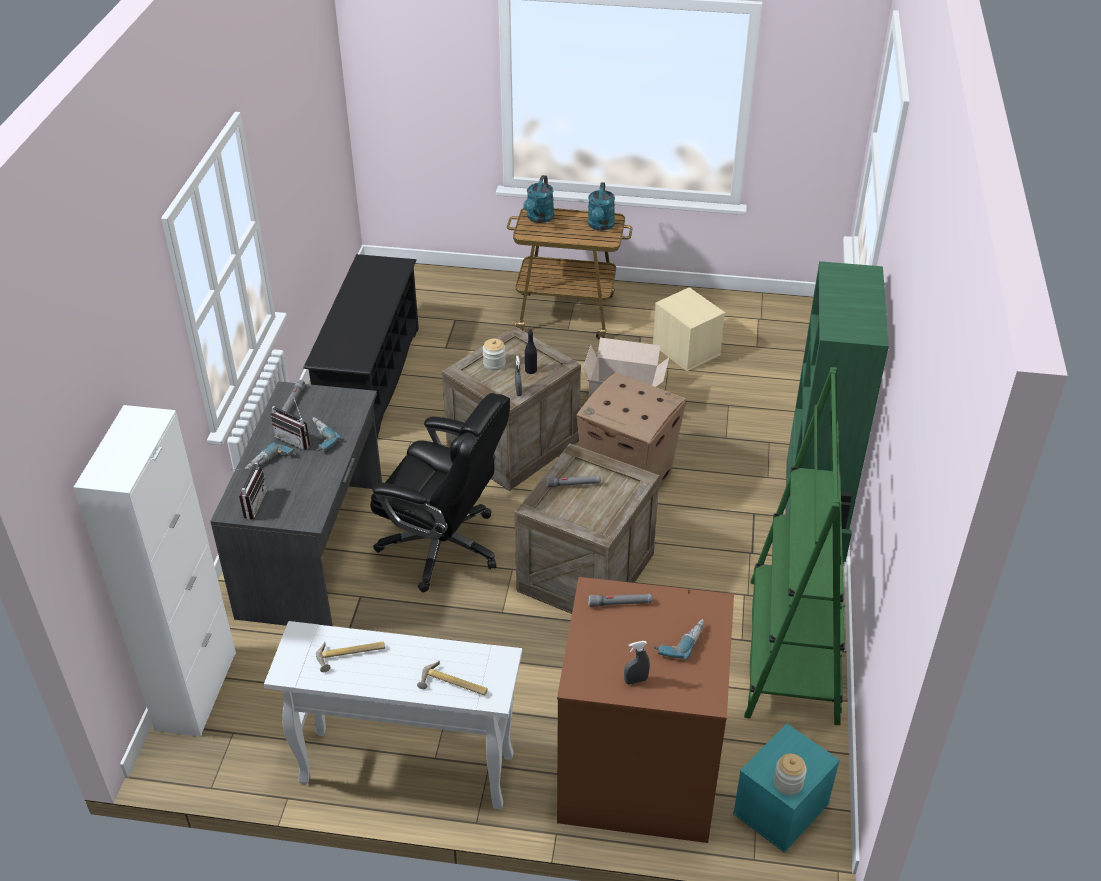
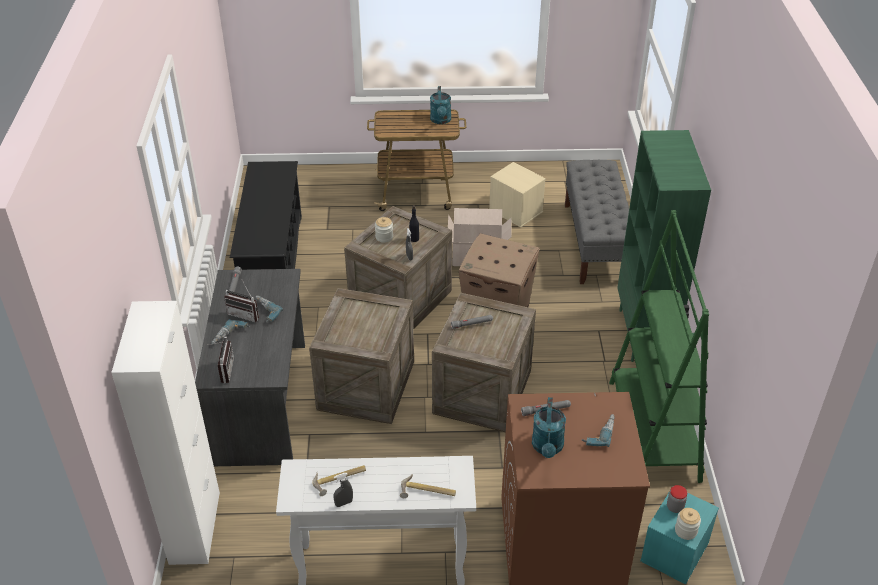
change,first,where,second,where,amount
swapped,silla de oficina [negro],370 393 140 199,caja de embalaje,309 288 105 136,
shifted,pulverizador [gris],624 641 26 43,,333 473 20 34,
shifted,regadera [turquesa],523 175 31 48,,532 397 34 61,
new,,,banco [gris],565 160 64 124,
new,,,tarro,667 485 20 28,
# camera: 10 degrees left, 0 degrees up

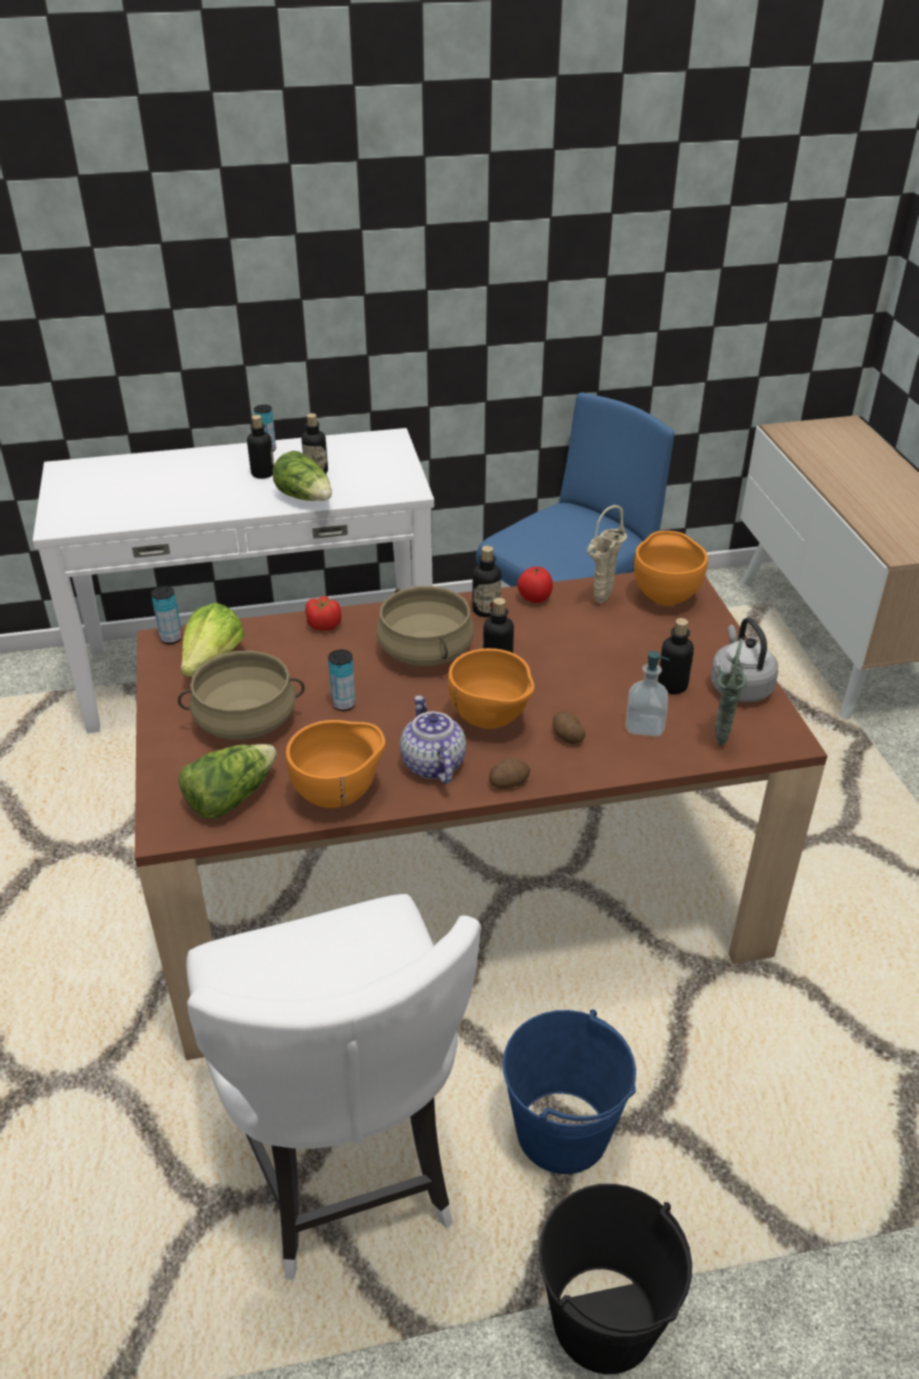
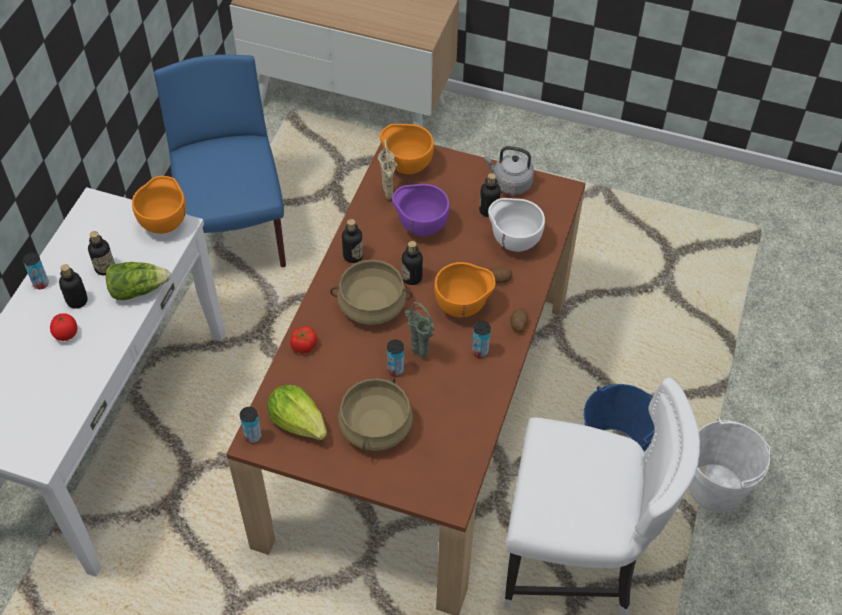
change,first,where,second,where,amount
shifted,tomate,517 567 36 36,,50 313 27 28,
shifted,cuenco [naranja],286 720 100 88,,132 176 54 58,
new,,,cuenco [morado],392 184 58 52,
shifted,florero [verde],715 639 32 107,,405 302 29 56,
swapped,tetera,400 696 66 88,lata,472 321 19 37,
swapped,dispensador de jabón,626 651 44 85,cuenco [blanco],488 198 57 54,
repainted,cubo [negro],539 1184 153 190,cubo [blanco],689 418 81 95,
gone,lechuga,178 744 99 74,,,
# camera: 60 degrees left, 15 degrees up

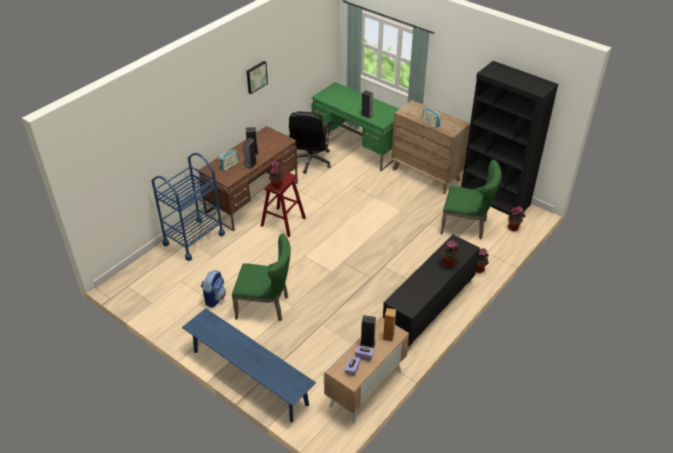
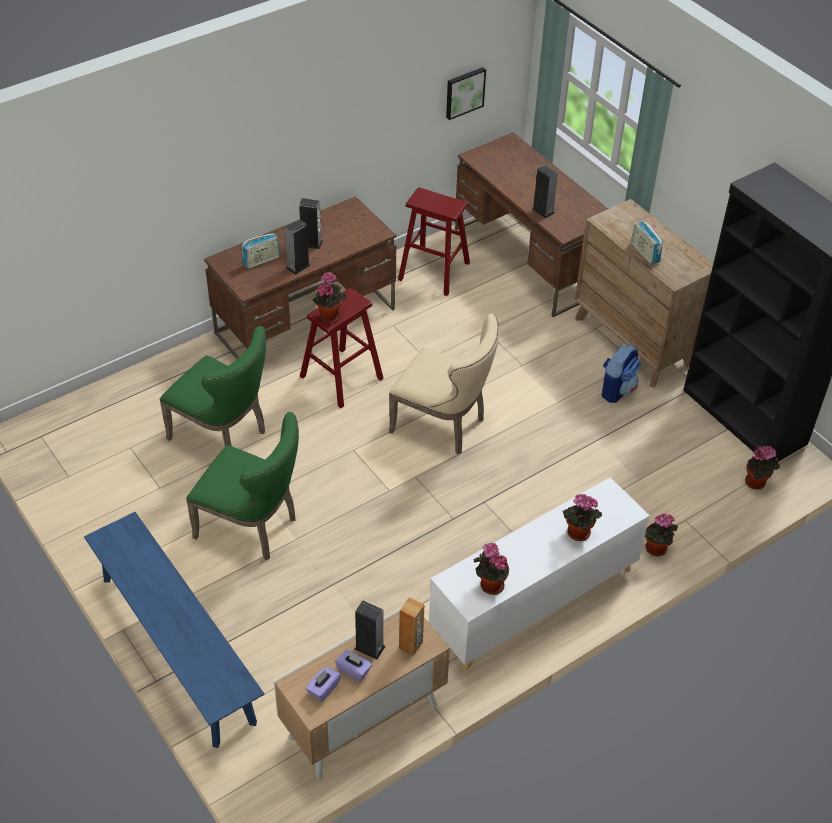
change,first,where,second,where,amount
shifted,silla [verde],440 160 62 79,,160 326 106 120,
new,,,silla [beis],389 314 110 141,
swapped,silla de oficina [negro],289 111 44 63,taburete [rojo],398 188 72 108,
repainted,armario [negro],383 234 97 116,armario [blanco],429 477 221 194,
shifted,cuadro,247 61 21 33,,446 67 40 53,
repainted,escritorio [verde],312 82 87 89,escritorio [marrón],455 132 153 185,
new,,,planta en maceta,474 543 35 52,
shifted,mochila,201 270 25 37,,602 344 38 59,
gone,carrito [azul],152 153 73 108,,,
# camera: 15 degrees right, 5 degrees up

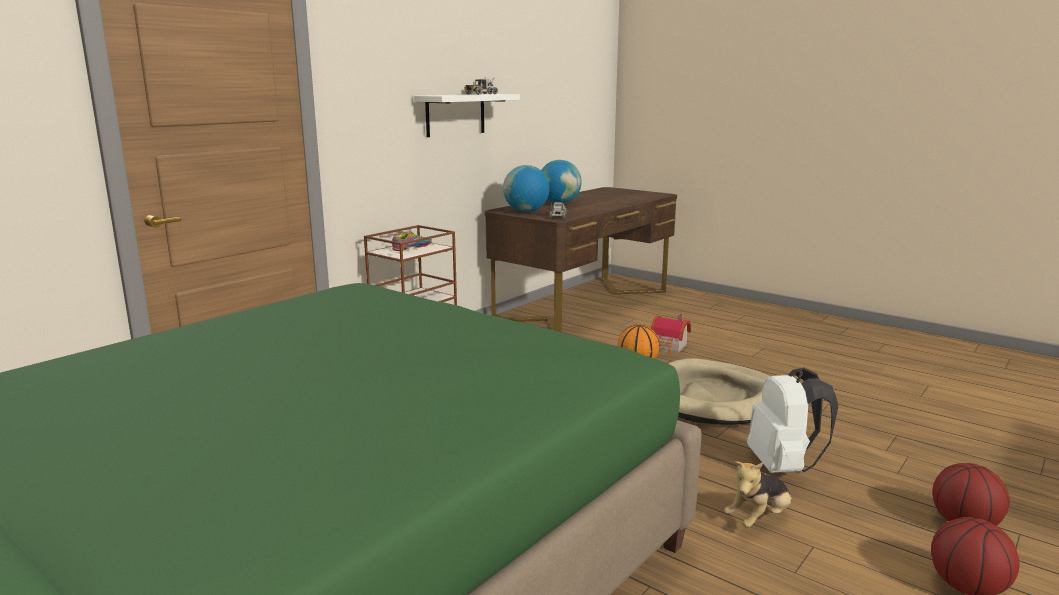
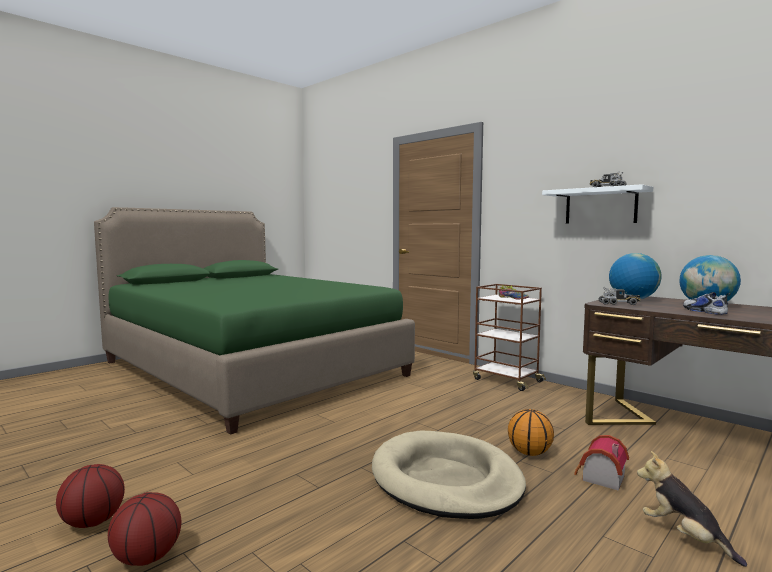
change,first,where,second,where,amount
shifted,peluche,724 461 68 67,,637 451 110 116,
new,,,zapato,683 292 47 23,
gone,mochila [blanco],747 367 91 106,,,
# camera: 95 degrees right, 10 degrees down

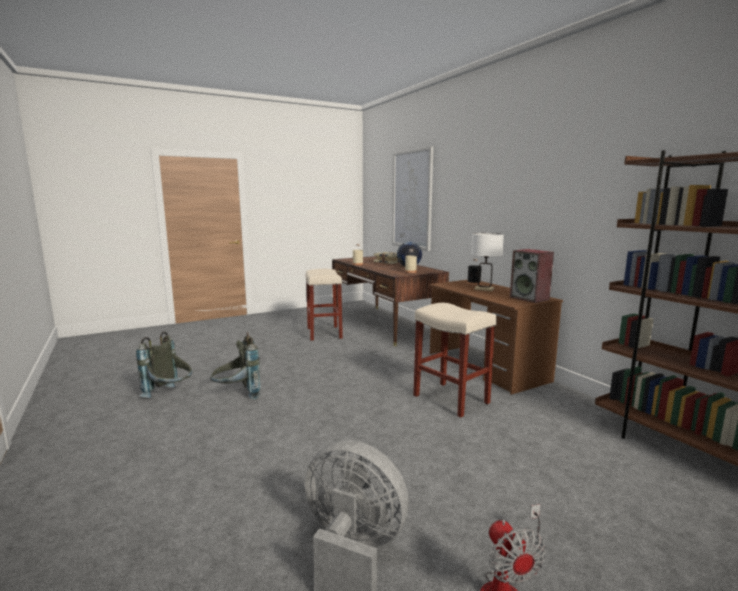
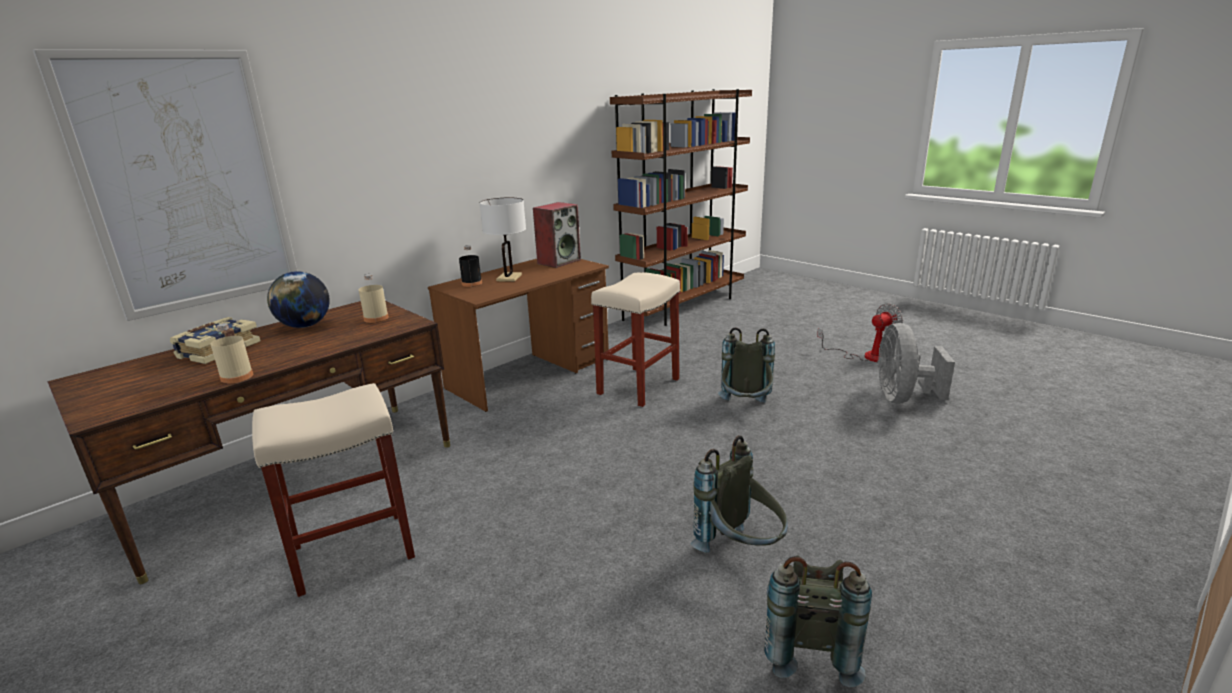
change,first,where,second,where,amount
new,,,mochila [gris],718 327 57 76,
# camera: 105 degrees left, 10 degrees up

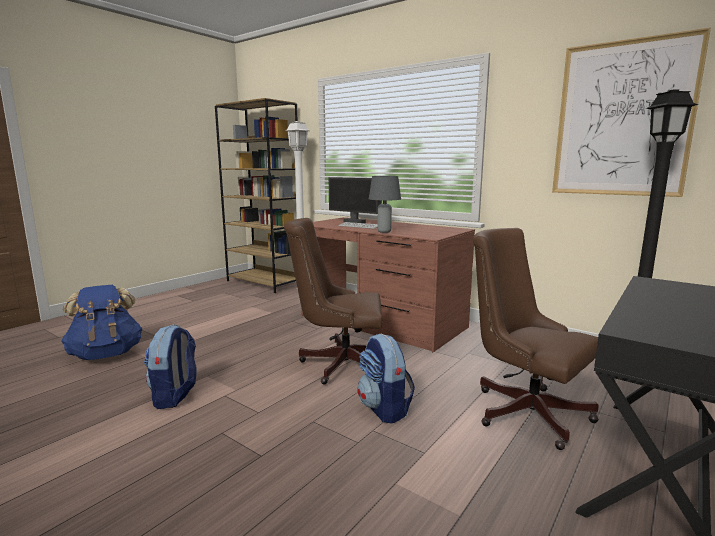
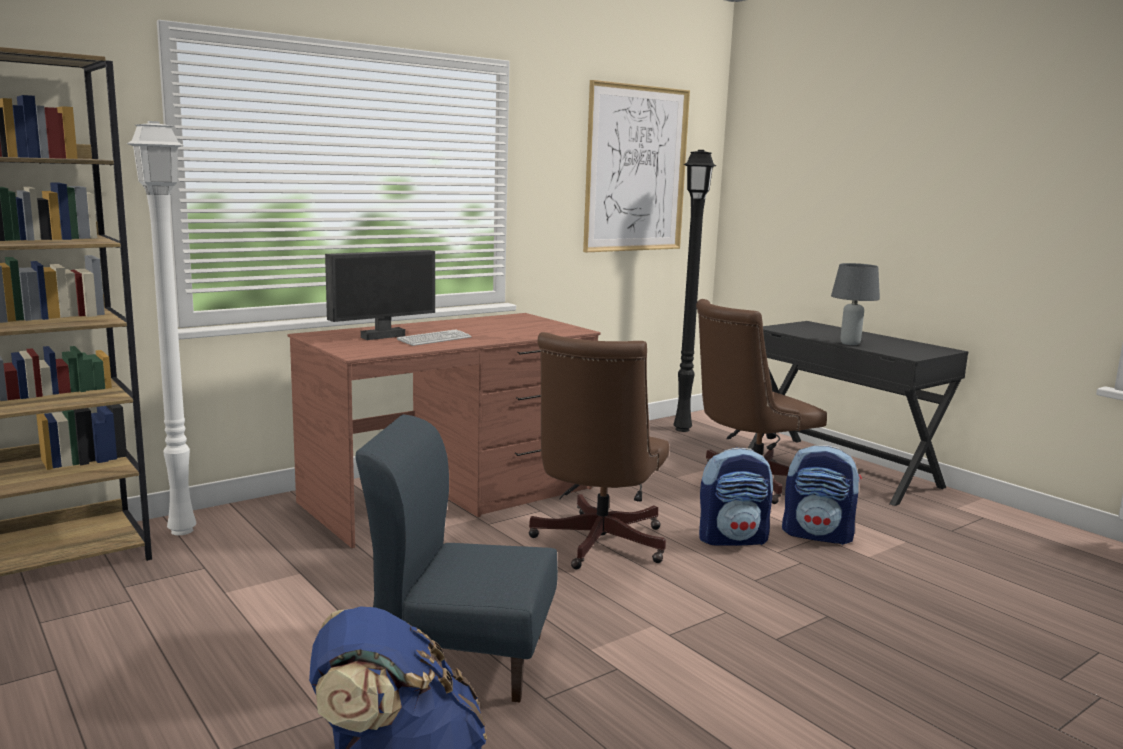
change,first,where,second,where,amount
new,,,silla [azul],356 415 202 287,
shifted,mochila,144 324 53 85,,782 445 80 100,
shifted,lámpara de mesa [gris],369 176 32 57,,831 263 49 82,
# camera: 75 degrees left, 0 degrees up

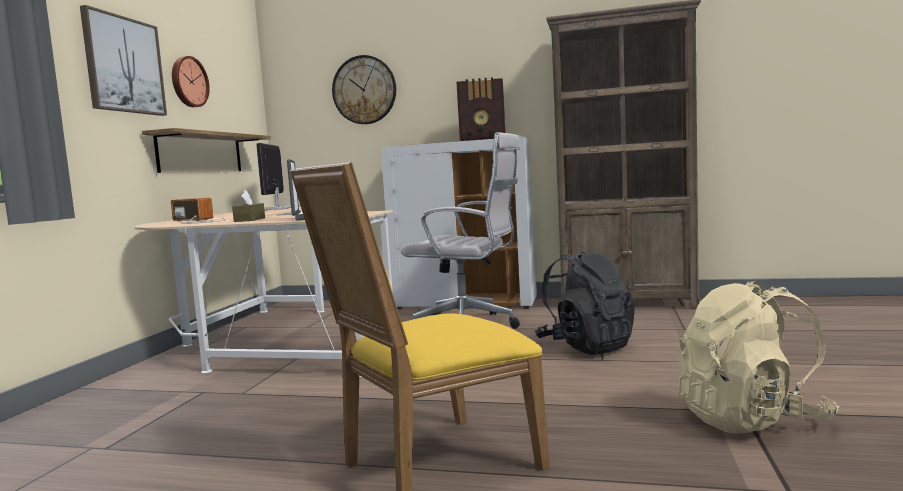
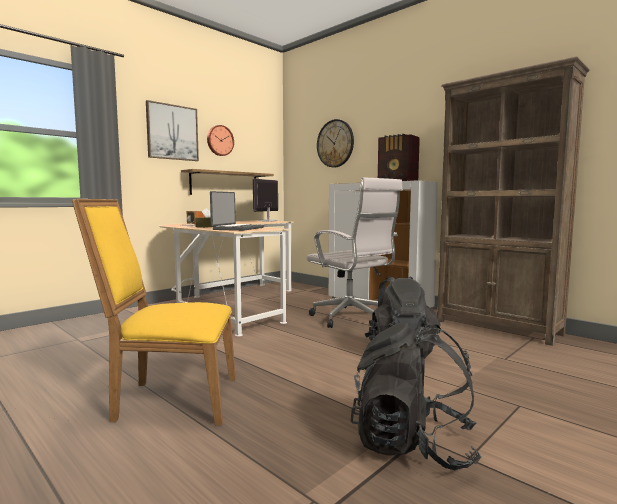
change,first,where,second,where,amount
repainted,mochila [beis],678 281 161 153,mochila [negro],351 322 130 148,
# camera: 30 degrees right, 0 degrees up

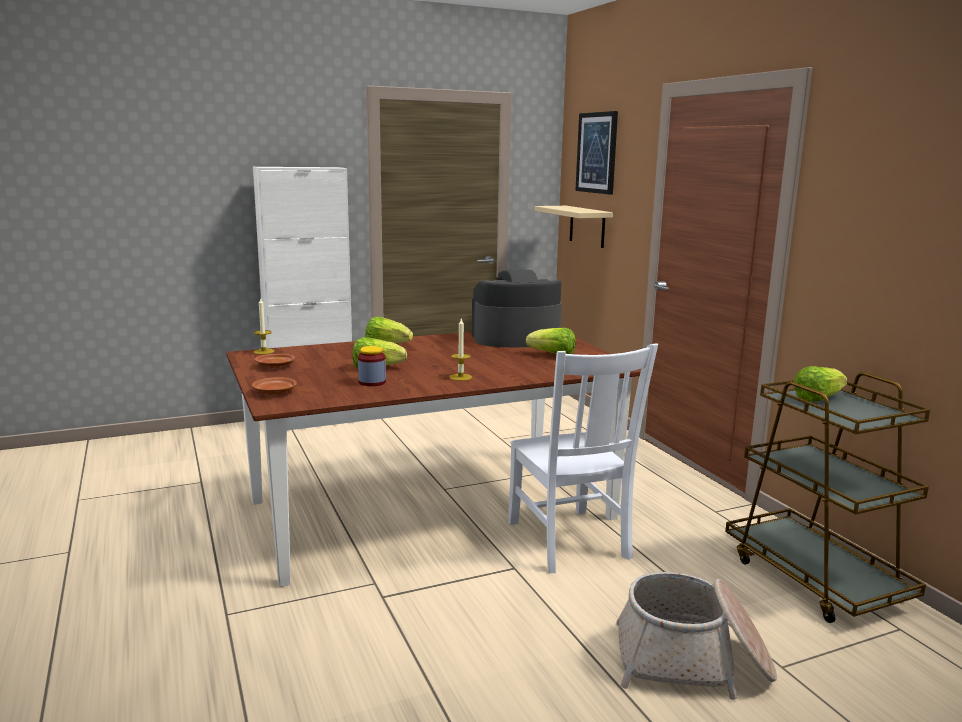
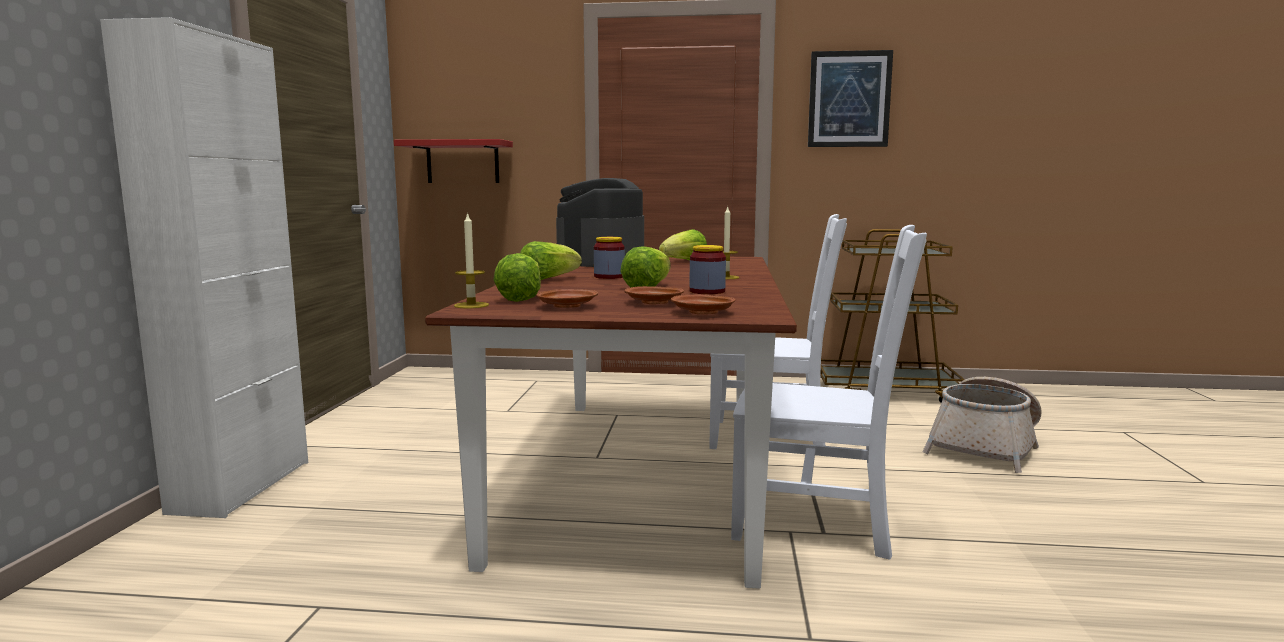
change,first,where,second,where,amount
repainted,estante [beis],534 206 79 42,estante [rojo],394 139 119 44,
shifted,lechuga,794 366 53 36,,493 253 48 49,
new,,,tarro,594 237 31 42,
new,,,plato [marrón],624 286 60 18,
new,,,silla [blanco],731 225 196 335,
shifted,cuadro,575 111 43 84,,808 50 85 97,
# camera: 60 degrees left, 5 degrees down

